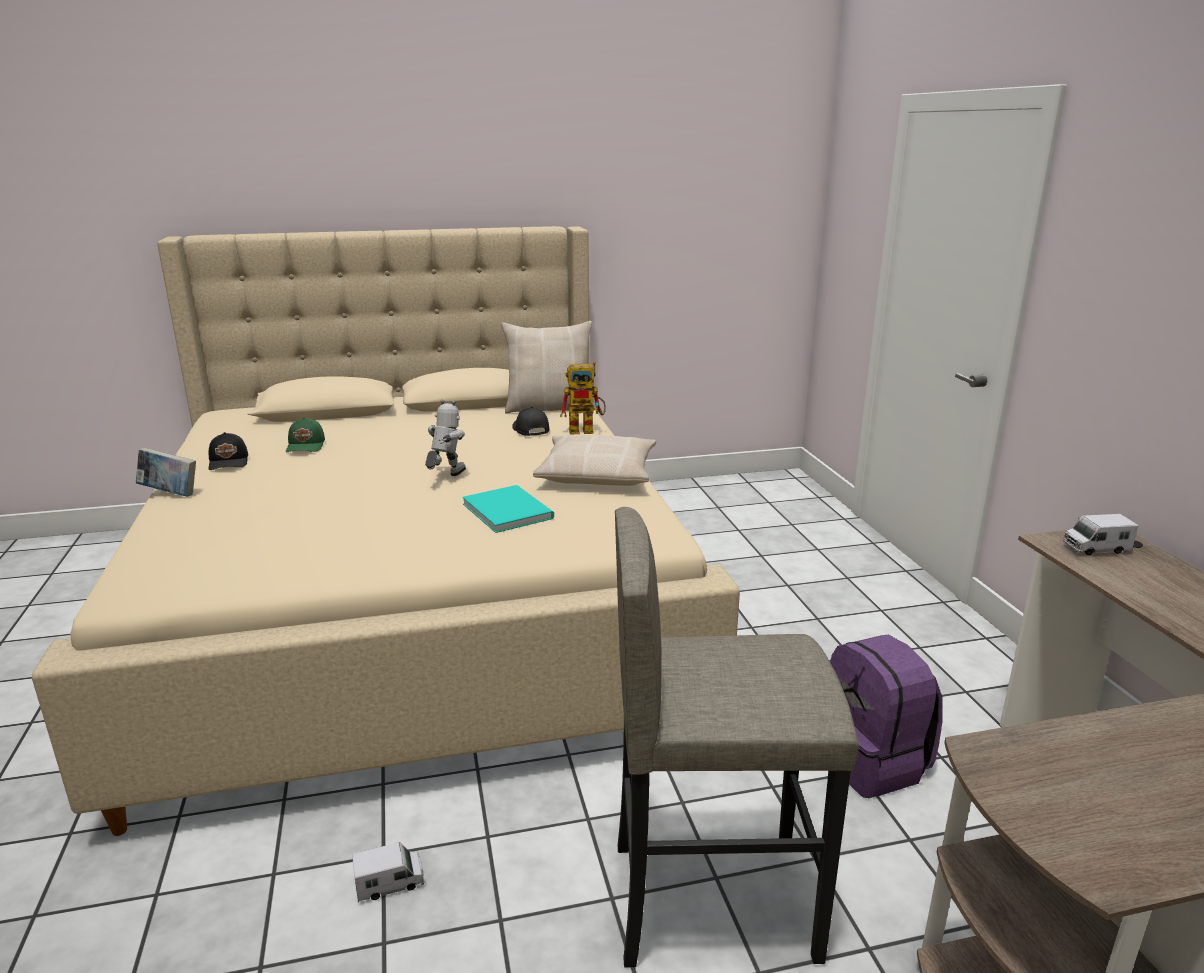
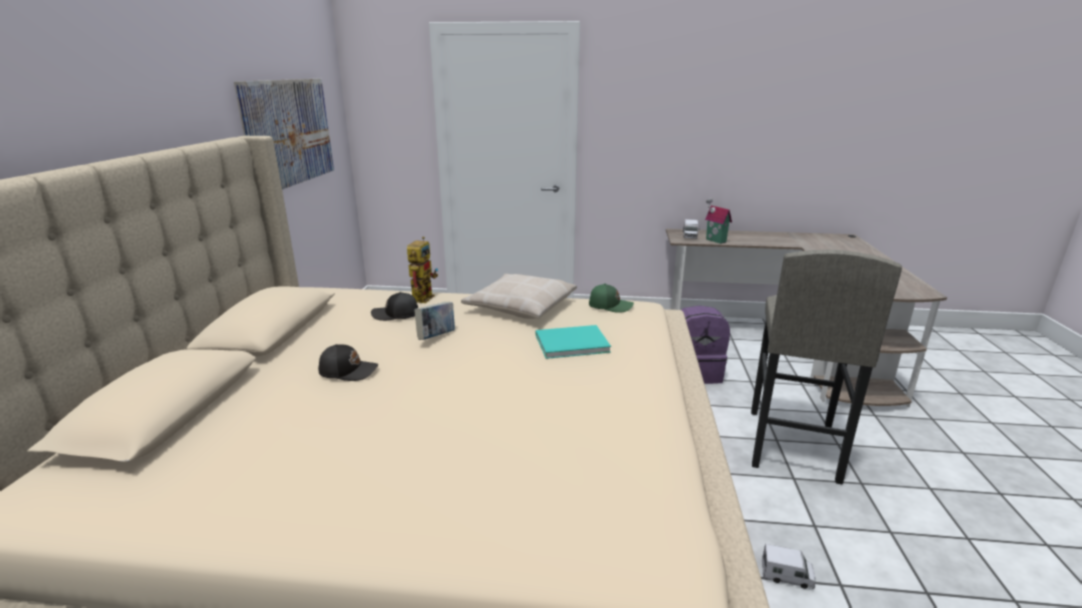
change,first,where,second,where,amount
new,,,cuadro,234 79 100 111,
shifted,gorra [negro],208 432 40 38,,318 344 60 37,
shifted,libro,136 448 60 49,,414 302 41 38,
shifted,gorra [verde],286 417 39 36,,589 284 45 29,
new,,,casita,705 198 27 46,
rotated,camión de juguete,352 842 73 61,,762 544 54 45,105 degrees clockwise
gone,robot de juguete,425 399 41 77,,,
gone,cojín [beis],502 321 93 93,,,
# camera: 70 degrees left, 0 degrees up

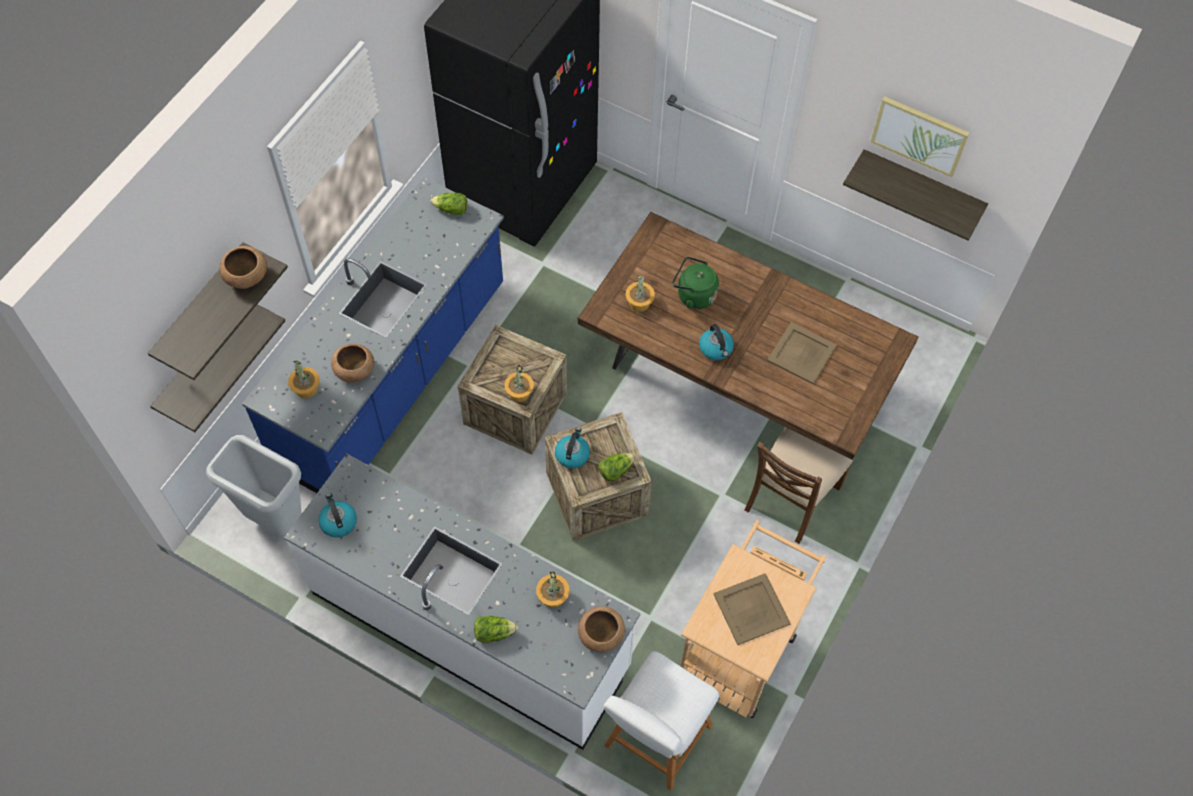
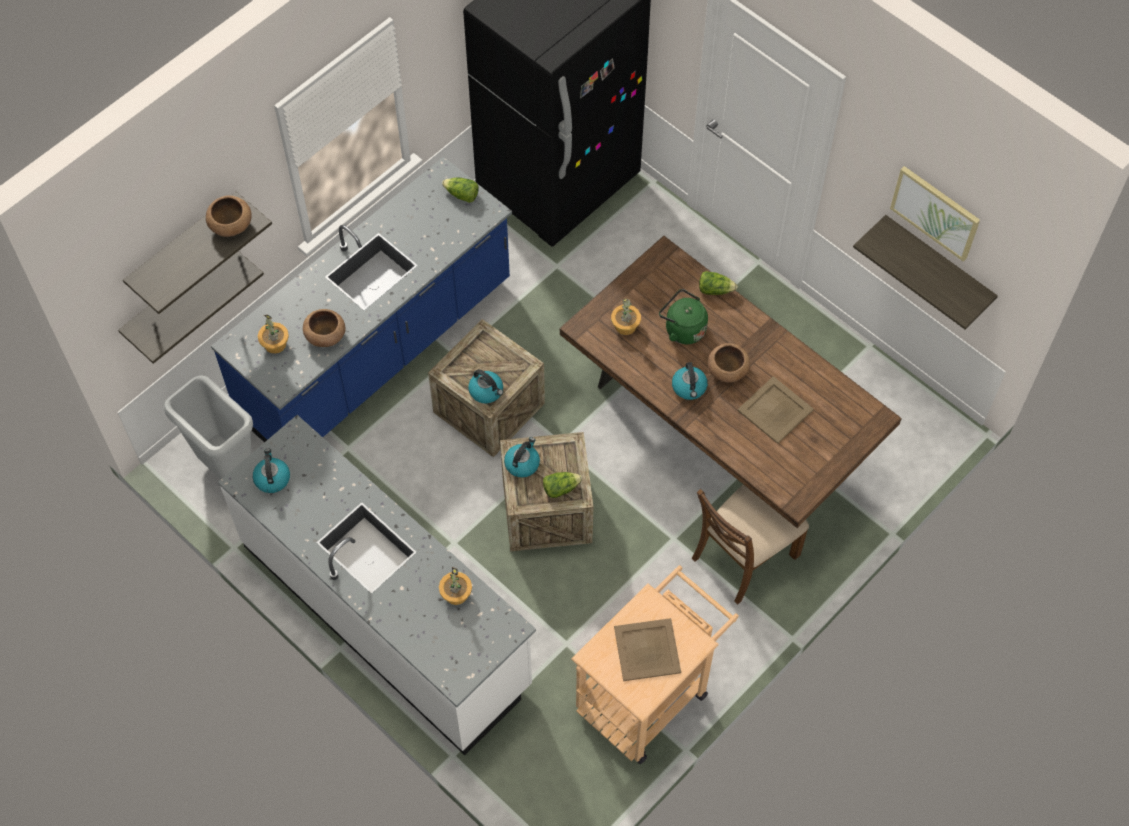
change,first,where,second,where,amount
swapped,planta en maceta,504 365 30 37,hervidor,468 369 35 34,
shifted,lechuga,474 616 44 27,,699 271 39 24,
shifted,cuenco [marrón],578 606 47 46,,708 343 42 40,
gone,taburete [blanco],603 651 116 140,,,
# camera: 15 degrees right, 0 degrees up

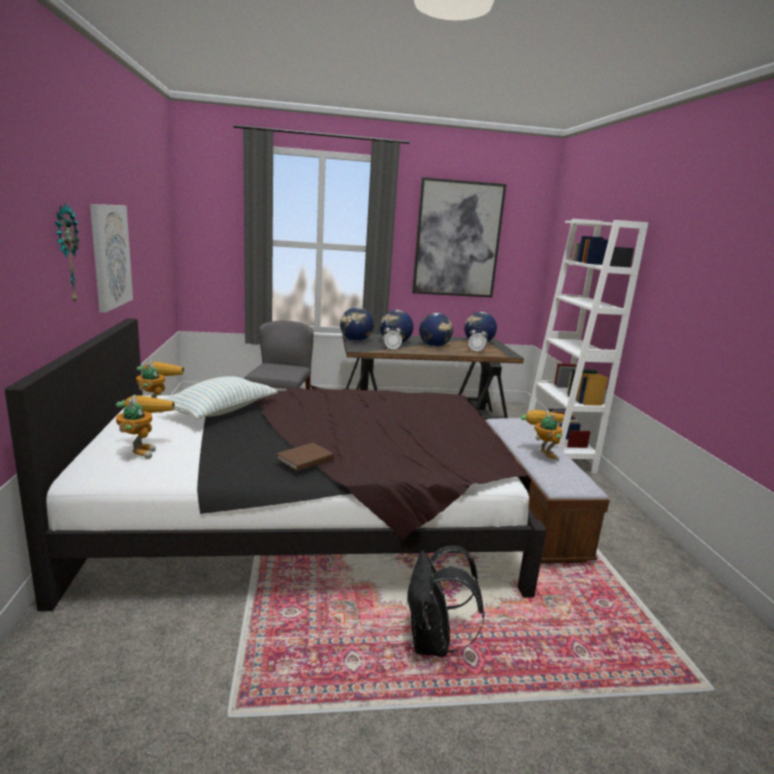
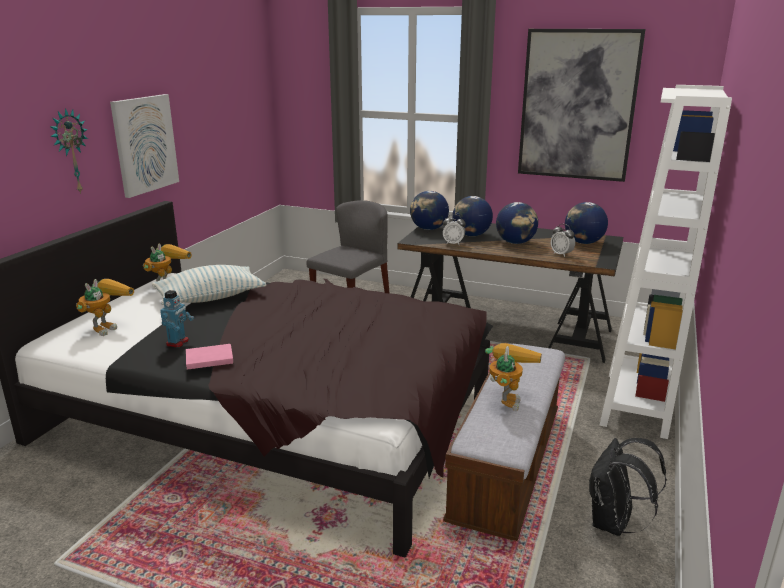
change,first,where,second,where,amount
new,,,robot de juguete,160 290 34 58,
repainted,libro [marrón],276 443 58 28,libro [rosa],186 344 47 26,
shifted,mochila [negro],406 545 79 112,,589 438 78 98,
# camera: 30 degrees right, 5 degrees up

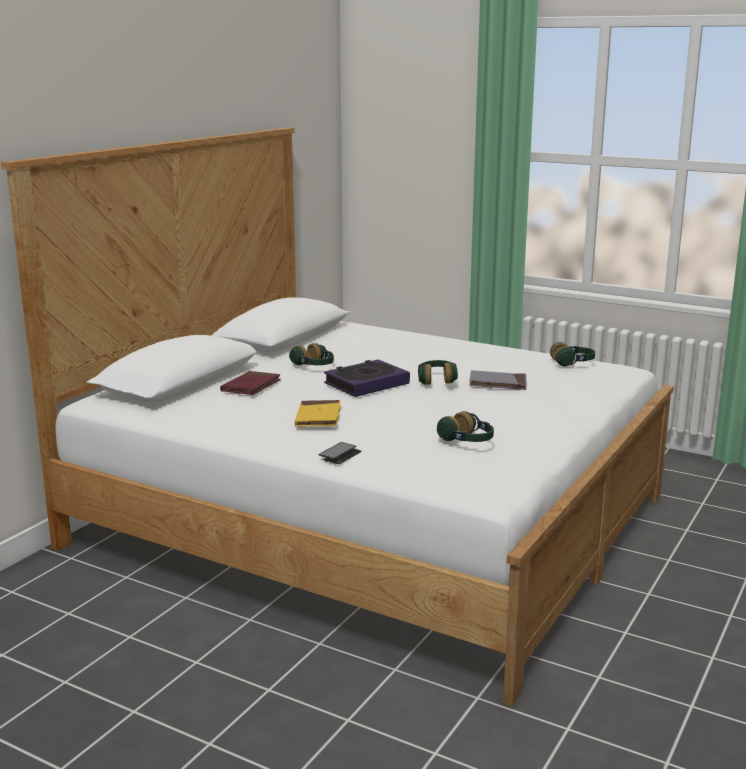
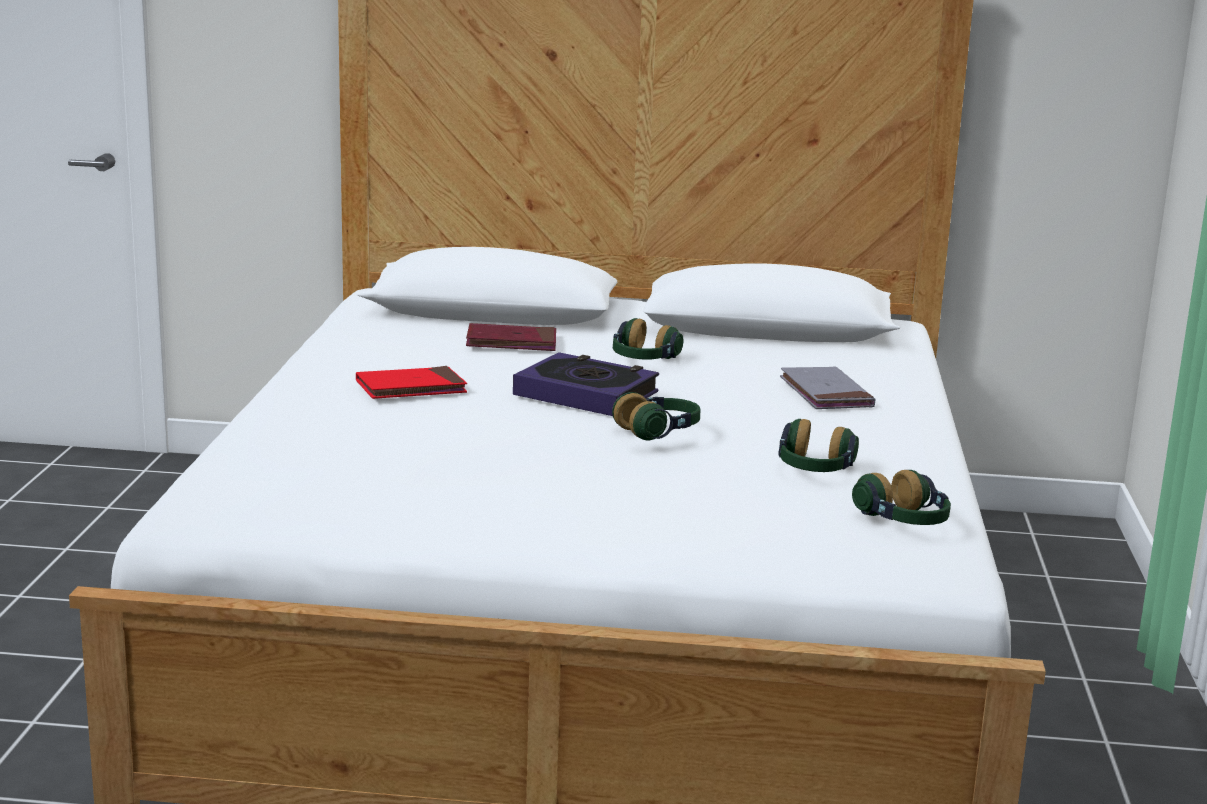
change,first,where,second,where,amount
repainted,libro [amarillo],295 400 46 27,libro [rojo],356 366 111 33,
shifted,auriculares,437 411 57 31,,778 419 81 53,
shifted,libro [gris],469 370 58 20,,780 366 95 43,
gone,móvil,318 442 44 22,,,
# camera: 65 degrees right, 0 degrees up

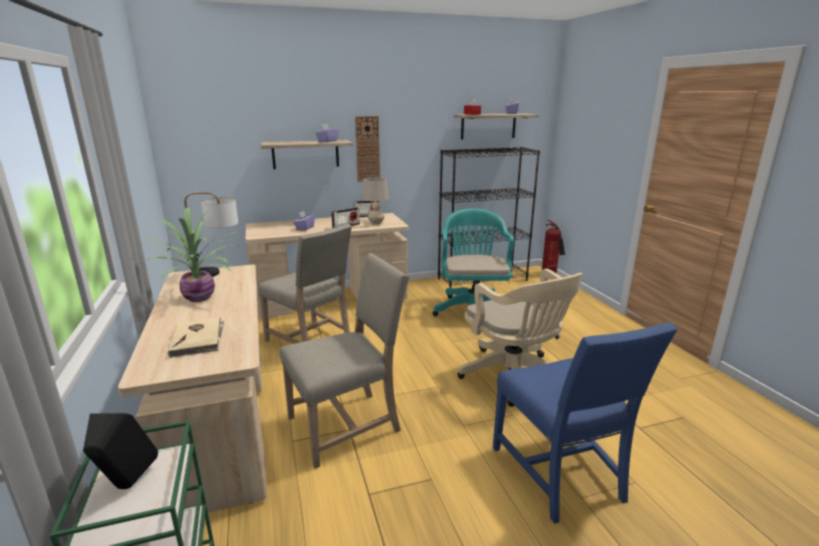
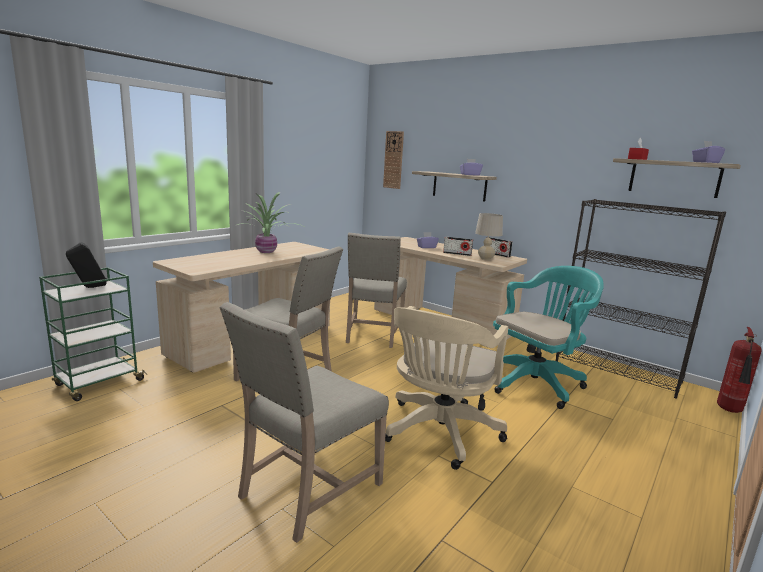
change,first,where,second,where,amount
repainted,silla [azul],493 322 184 202,silla [beis],219 302 170 241,
shifted,reloj de pared,355 116 25 66,,383 131 21 58,
gone,libro [beis],168 318 56 40,,,
gone,lámpara de mesa,184 192 54 85,,,
# camera: 55 degrees right, 5 degrees down

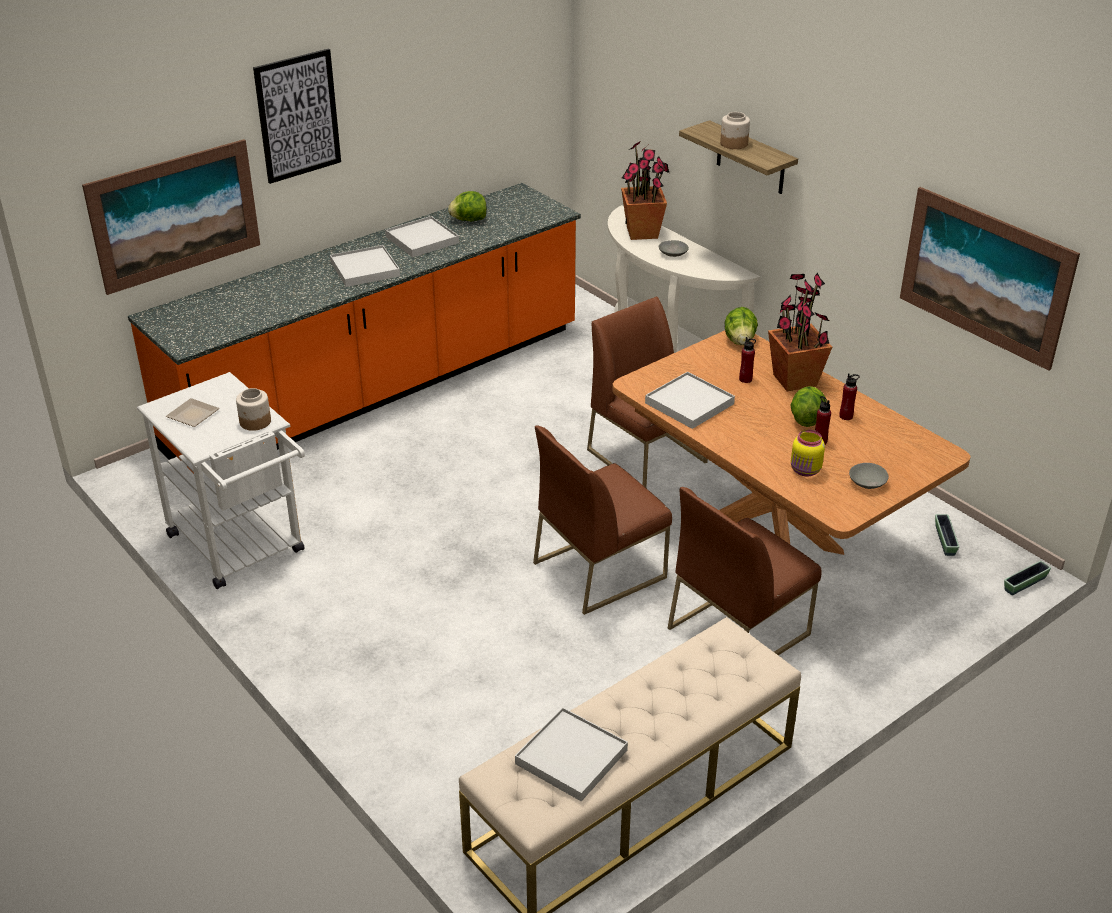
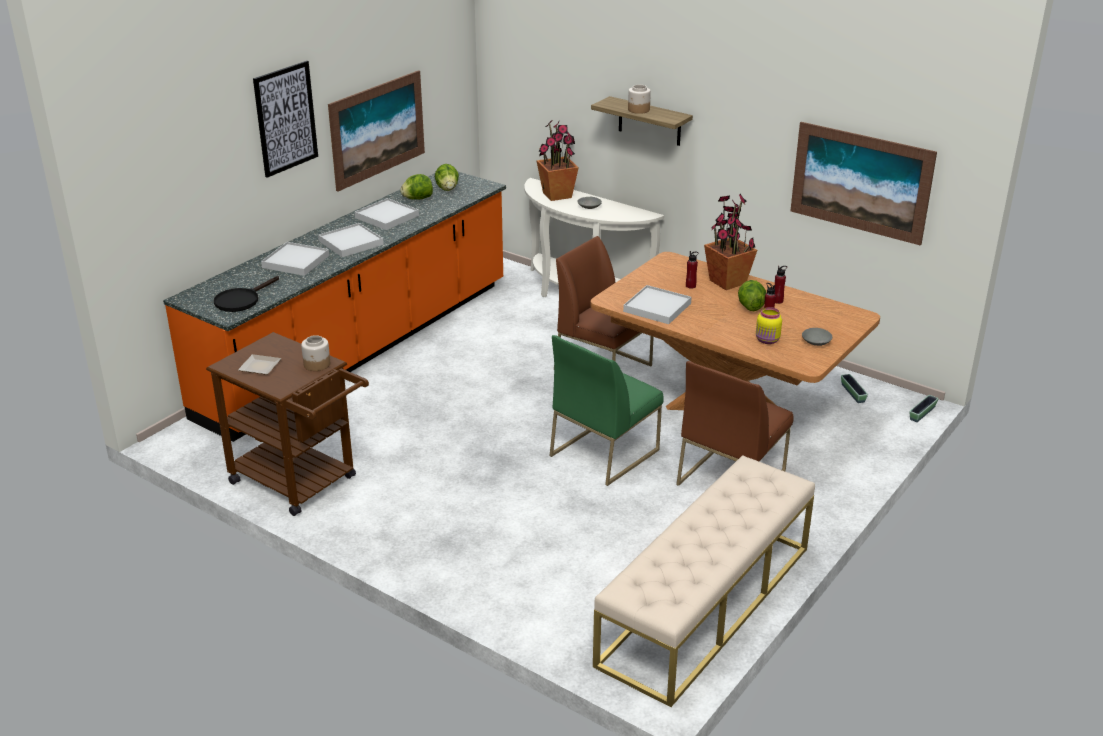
change,first,where,second,where,amount
repainted,carrito [blanco],137 372 168 217,carrito [marrón],206 332 163 184,
new,,,sartén [negro],214 276 65 36,
shifted,bandeja [blanco],515 707 113 94,,261 242 68 34,
shifted,cuadro,82 139 178 156,,328 70 97 121,
shifted,lechuga,724 307 34 38,,435 164 24 27,
repainted,silla [marrón],533 425 139 190,silla [verde],550 335 114 151,
# camera: 15 degrees left, 5 degrees down

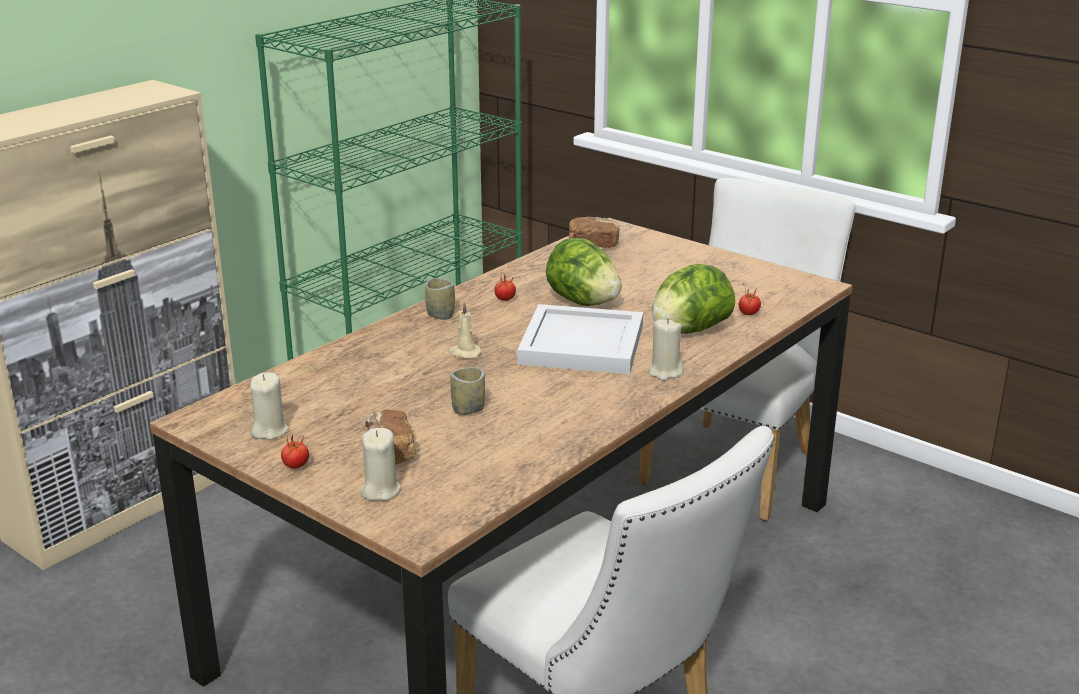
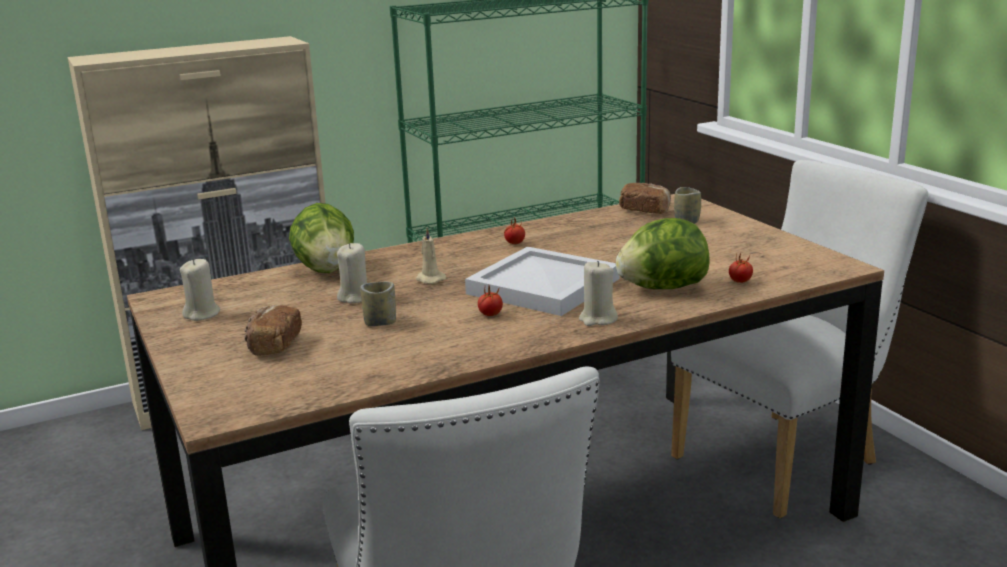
change,first,where,second,where,amount
shifted,lechuga,546 238 76 68,,289 203 65 70,
shifted,vela [beis],360 428 41 73,,337 243 30 61,
shifted,tomate,281 435 28 34,,478 285 25 31,
shifted,taza,425 278 30 42,,674 187 27 37,
# camera: 25 degrees right, 5 degrees down

